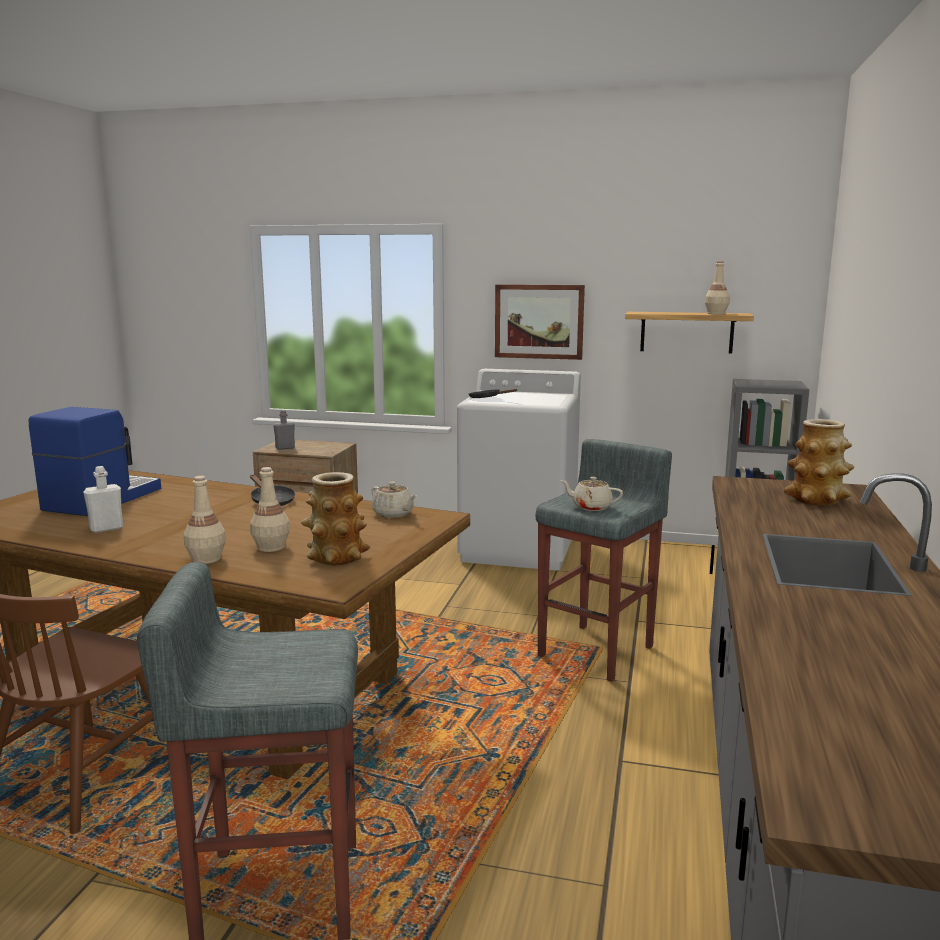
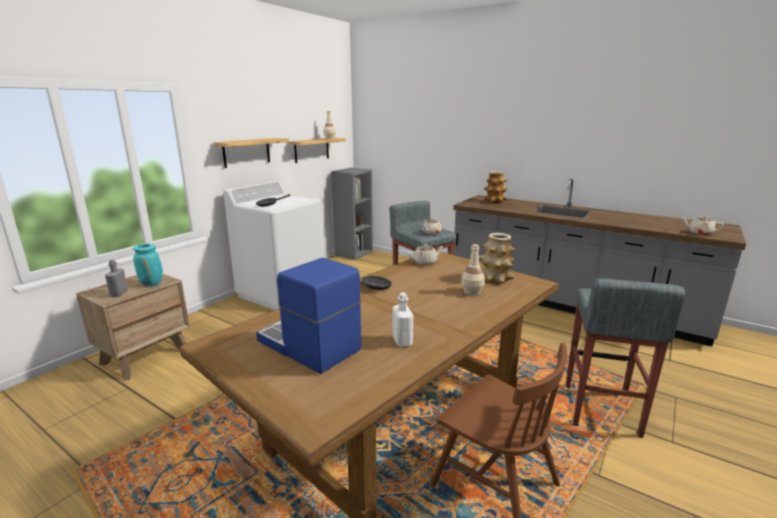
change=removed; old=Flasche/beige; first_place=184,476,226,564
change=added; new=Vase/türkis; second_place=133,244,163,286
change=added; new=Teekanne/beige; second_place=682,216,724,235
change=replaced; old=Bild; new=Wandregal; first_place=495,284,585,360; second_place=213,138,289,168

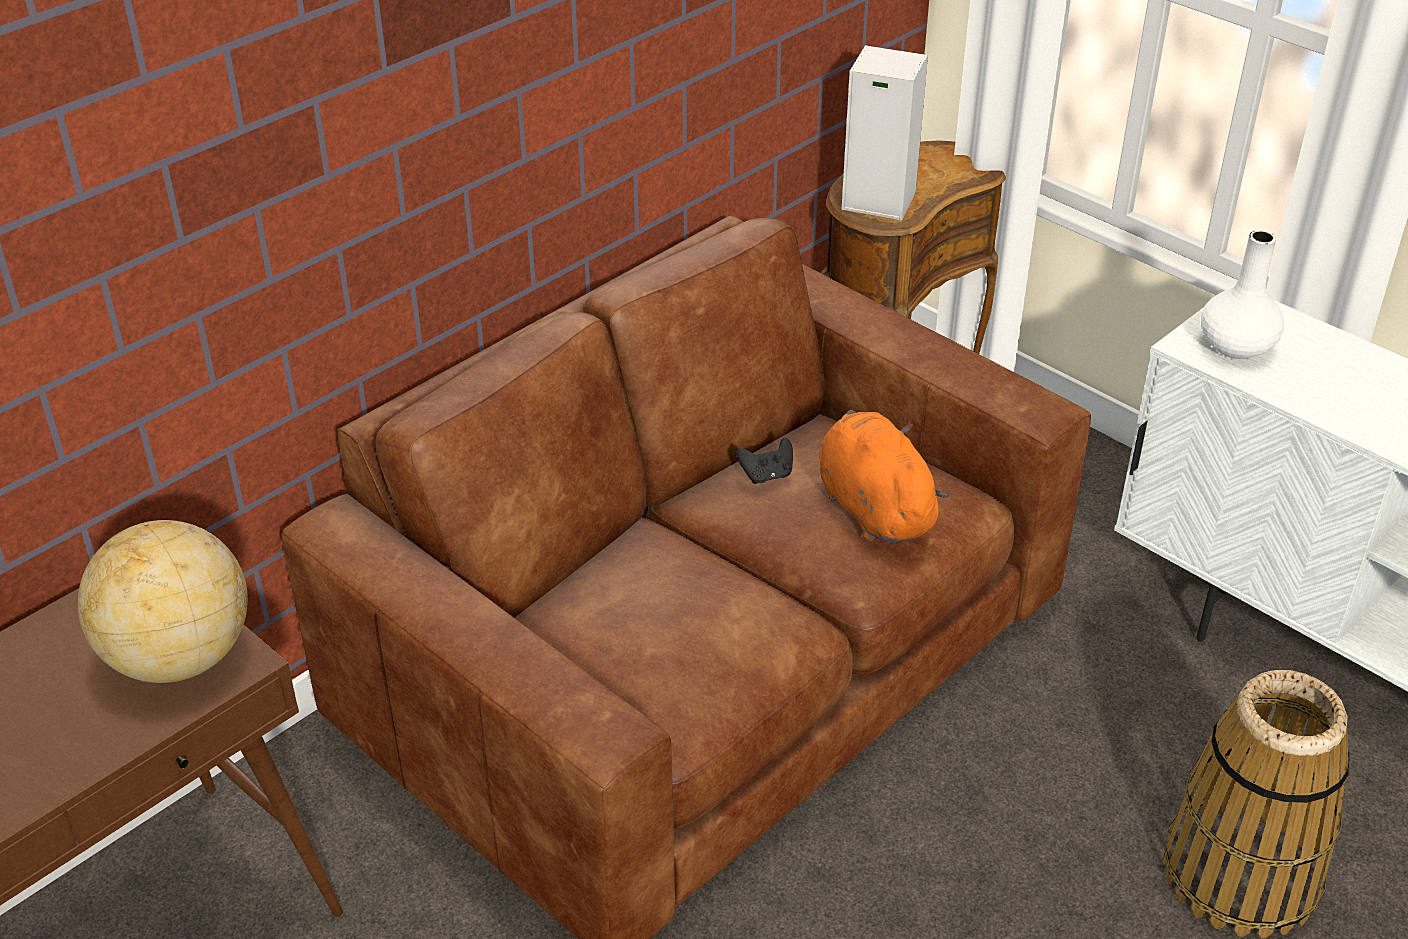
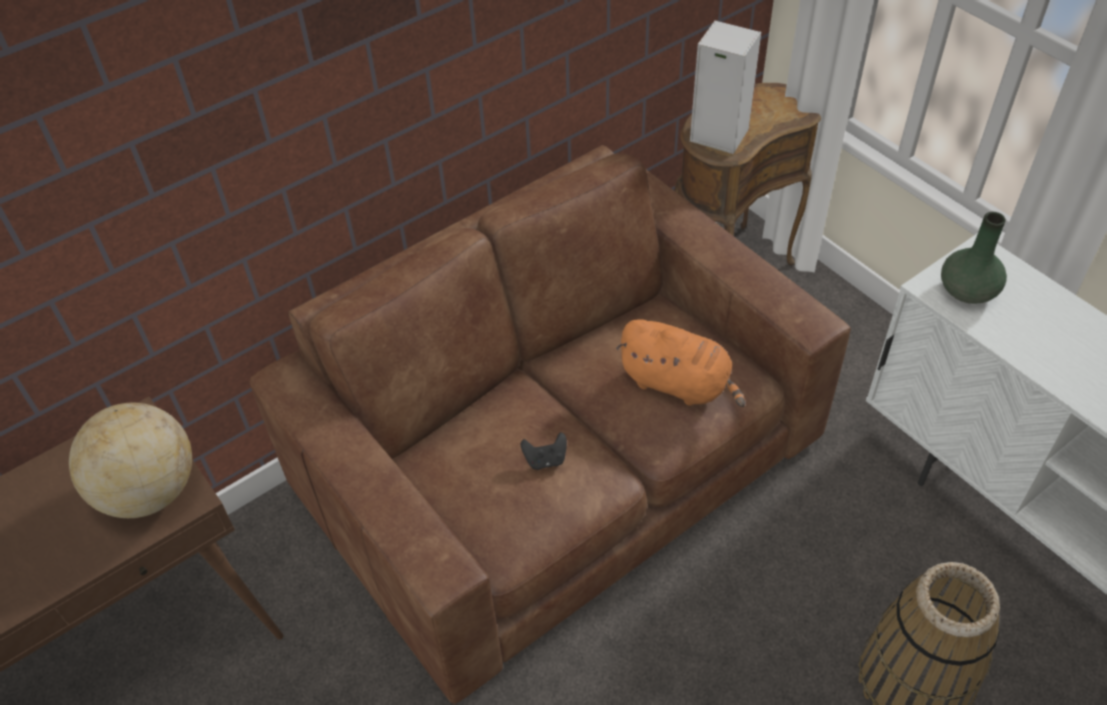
change=moved; old=Gamepad/schwarz; first_place=736,438,793,484; second_place=521,432,567,470
change=recoloured; old=Vase/weiß; new=Vase/grün; first_place=1201,230,1284,359; second_place=941,212,1007,304
change=turned; old=Plüschtier/orange; first_place=819,410,949,543; second_place=616,319,745,407; degrees=135

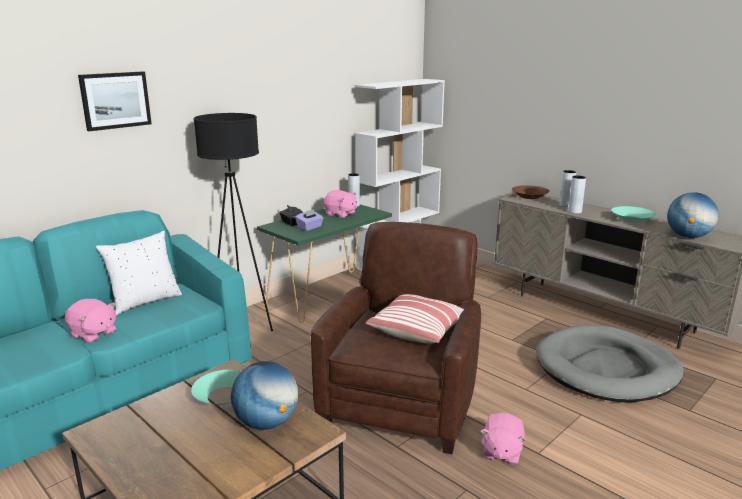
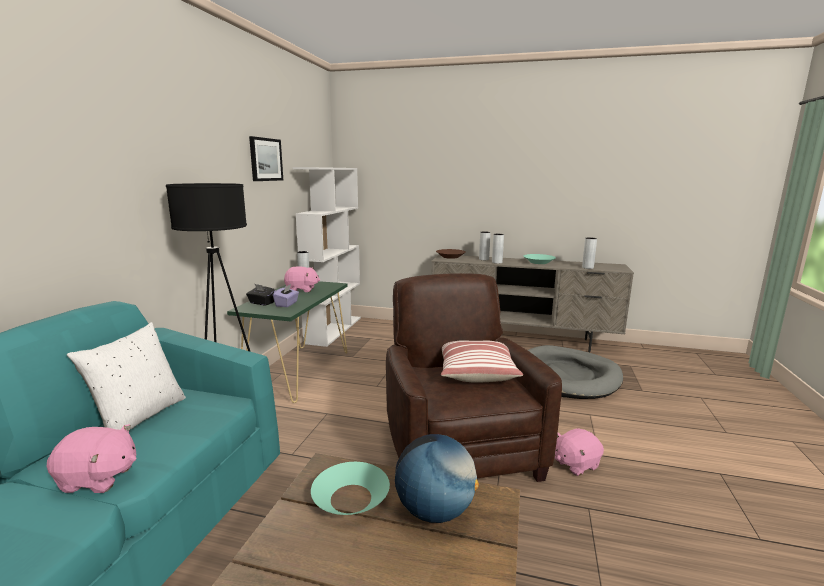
change=moved; old=Bild; first_place=78,71,152,131; second_place=249,136,283,181
change=replaced; old=Globus; new=Vase/grau; first_place=667,192,718,238; second_place=582,237,597,269
change=turned; old=Plüschtier/rosa; first_place=480,413,526,465; second_place=555,428,604,476; degrees=75

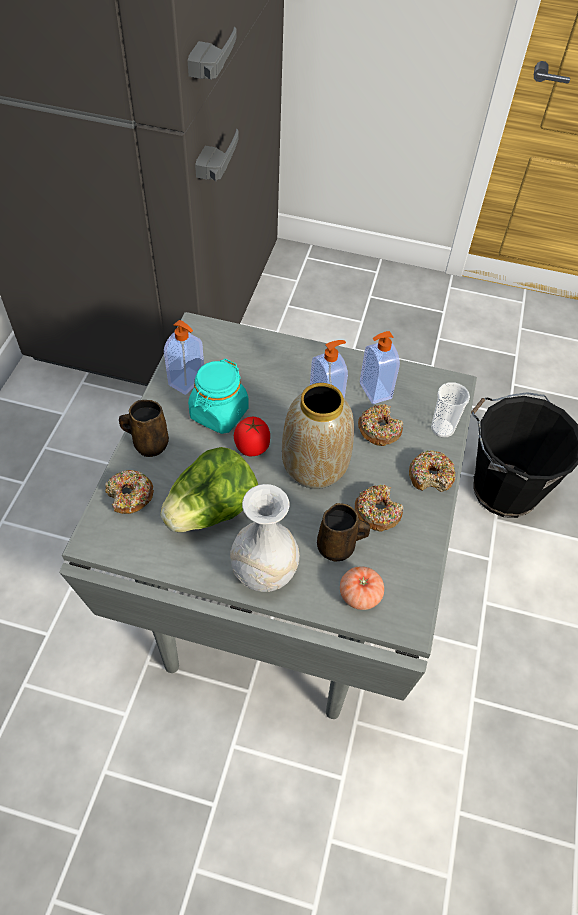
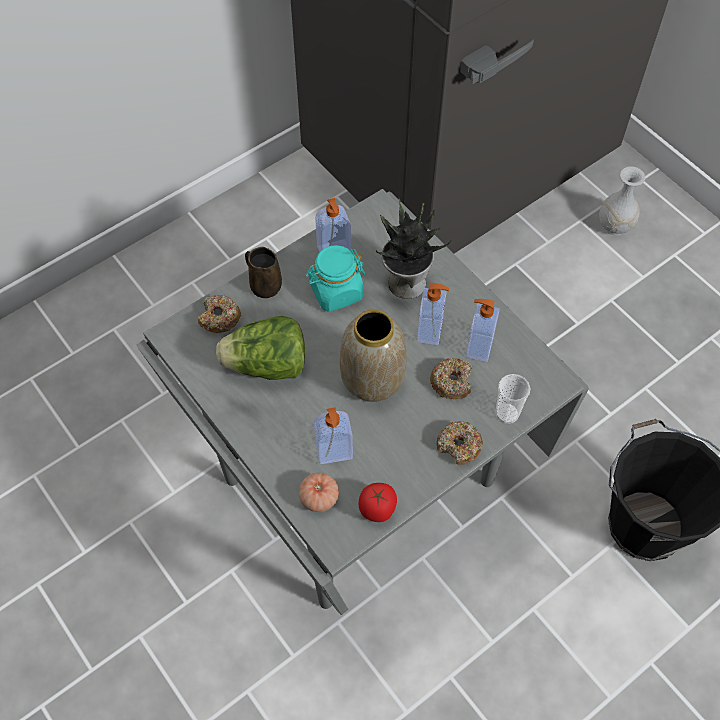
change=removed; old=Donut; first_place=355,484,403,532
change=added; new=Topfpflanze; second_place=376,198,452,299
change=moved; old=Vase/weiß; first_place=230,484,299,592; second_place=599,166,645,235
change=moved; old=Tomate; first_place=234,417,270,456; second_place=359,483,397,522
change=replaced; old=Henkelbecher/braun; new=Seifenspender; first_place=317,503,370,561; second_place=314,407,353,464

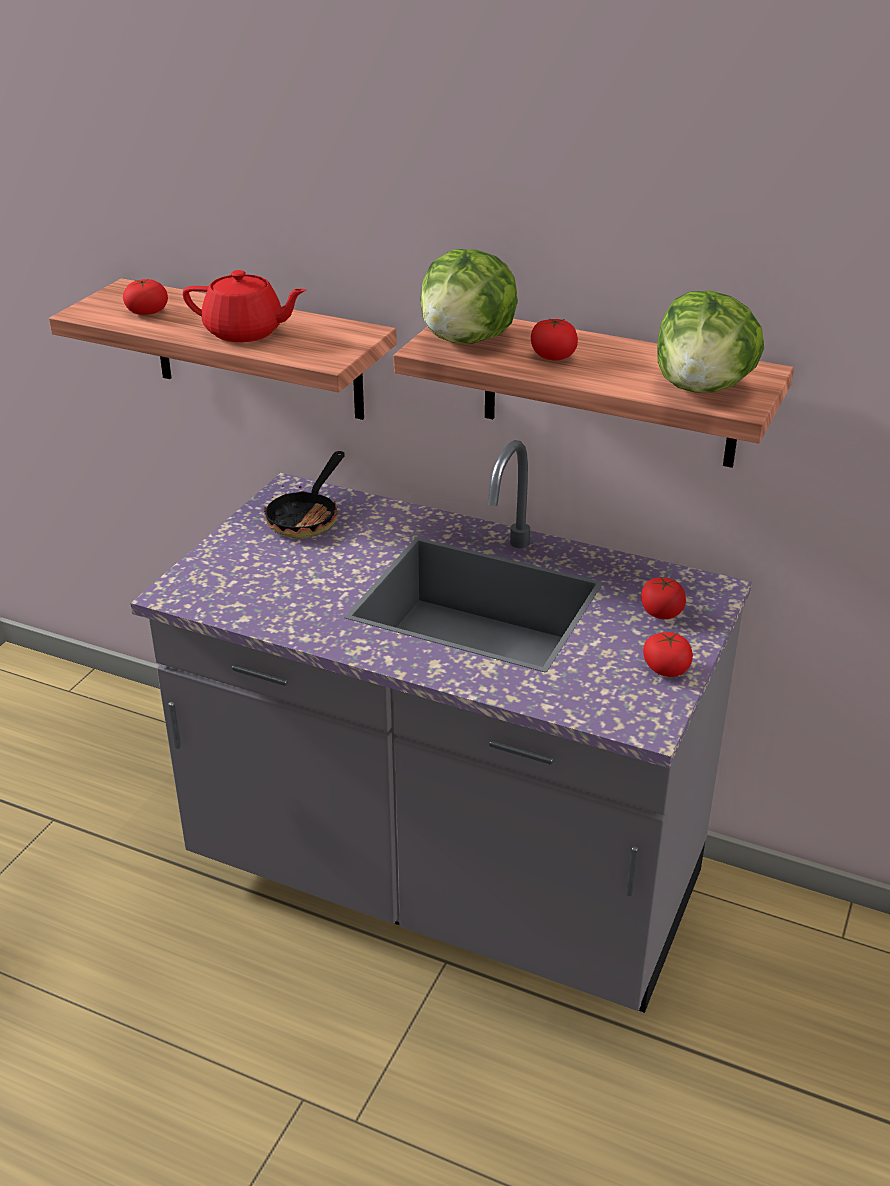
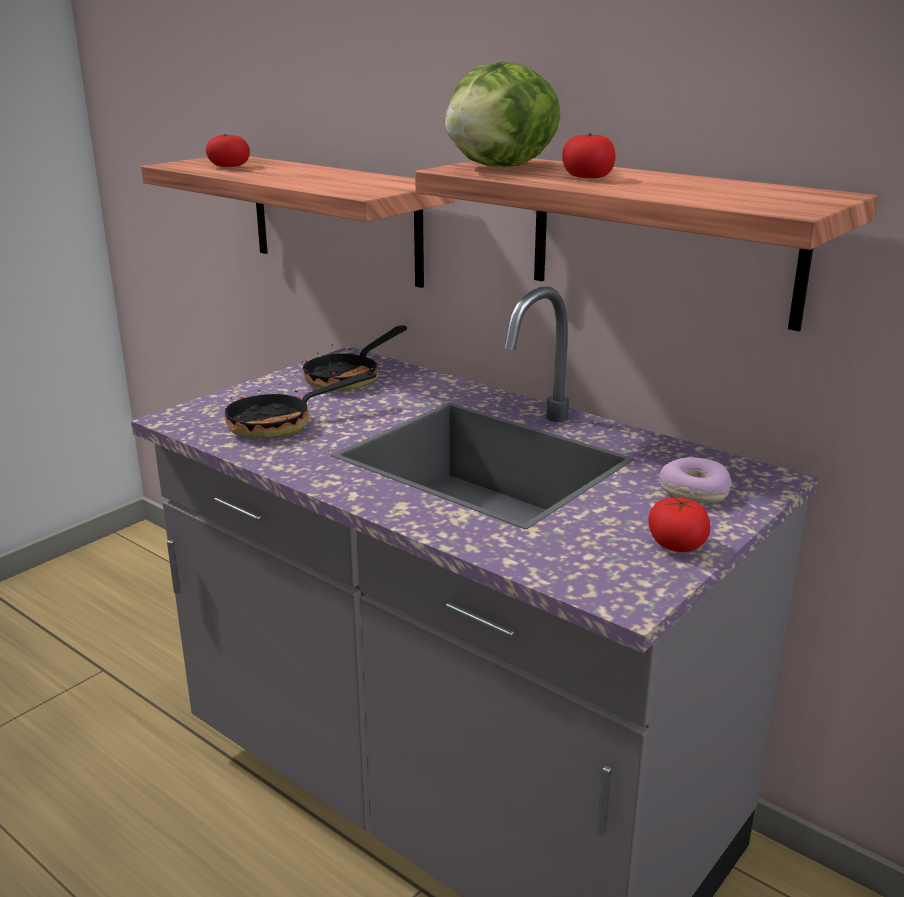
change=removed; old=Teekanne/rot; first_place=182,270,306,342
change=removed; old=Salatkopf; first_place=657,291,764,392
change=added; new=Pfanne; second_place=225,372,376,438
change=replaced; old=Tomate; new=Donut; first_place=641,577,686,619; second_place=659,457,732,504

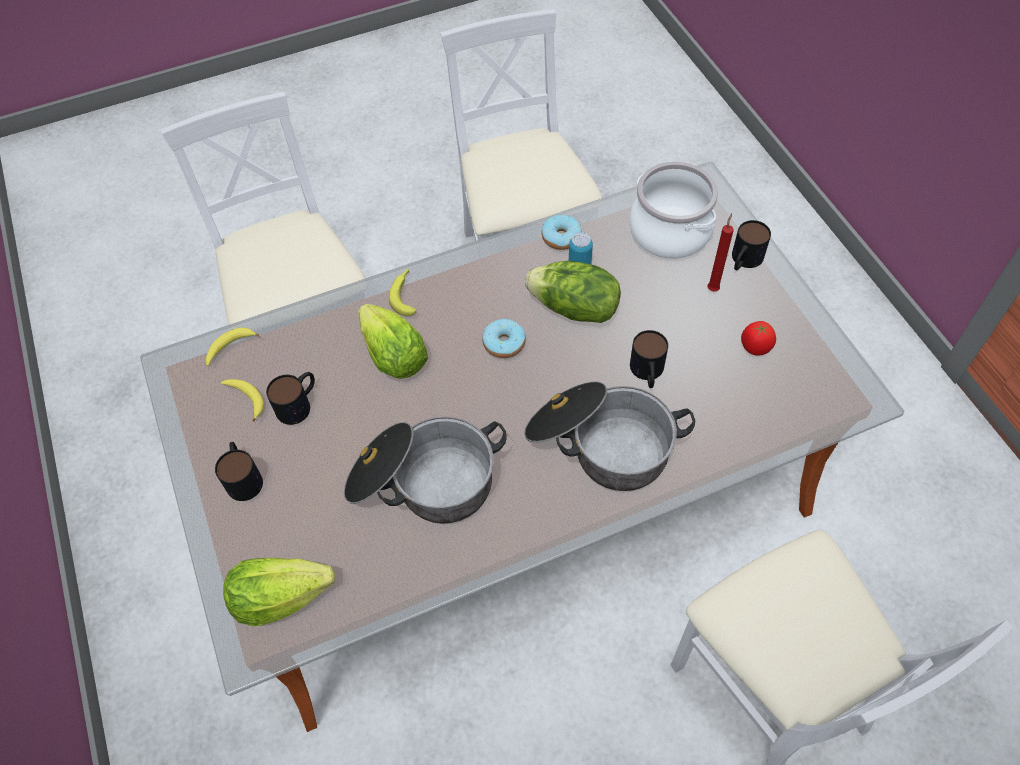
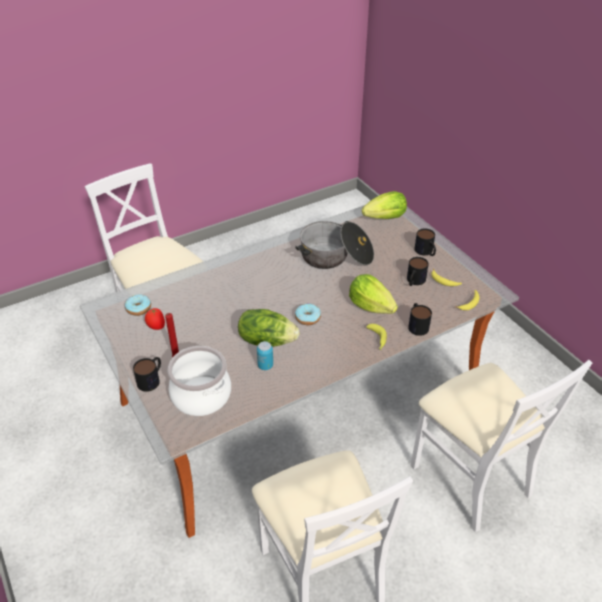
change=removed; old=Kochtopf; first_place=524,381,695,491
change=moved; old=Donut; first_place=542,215,582,250; second_place=125,295,151,316
change=moved; old=Henkelbecher; first_place=630,330,668,388; second_place=408,303,432,336

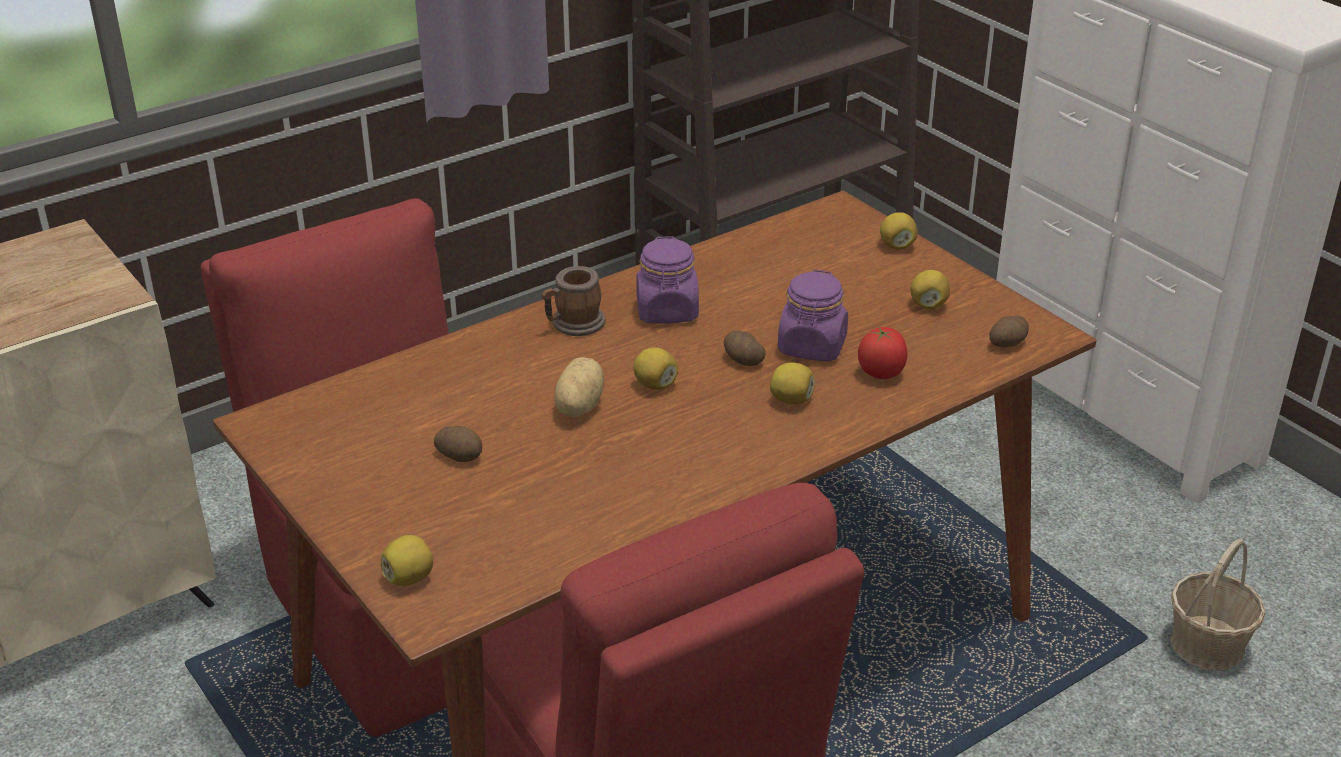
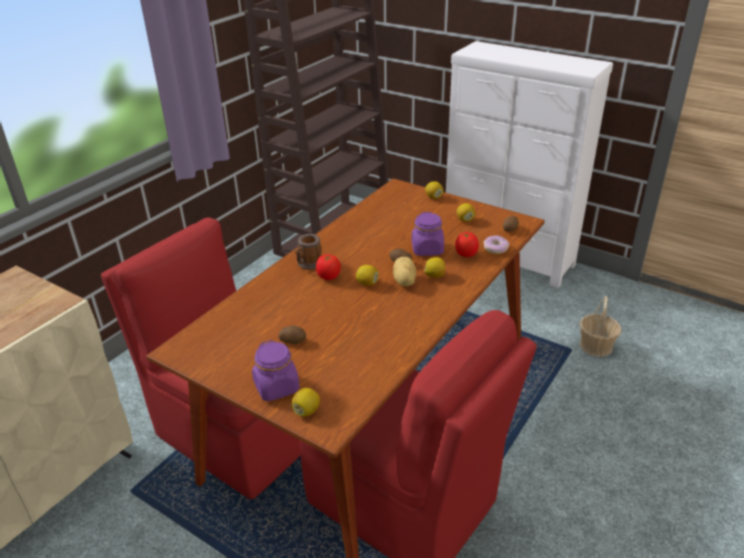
change=added; new=Tomate; second_place=316,254,341,280
change=added; new=Donut; second_place=484,236,509,254
change=moved; old=Kartoffel; first_place=555,357,604,417; second_place=393,257,416,286
change=moved; old=Vorratsglas/lila; first_place=636,236,699,323; second_place=252,340,300,401

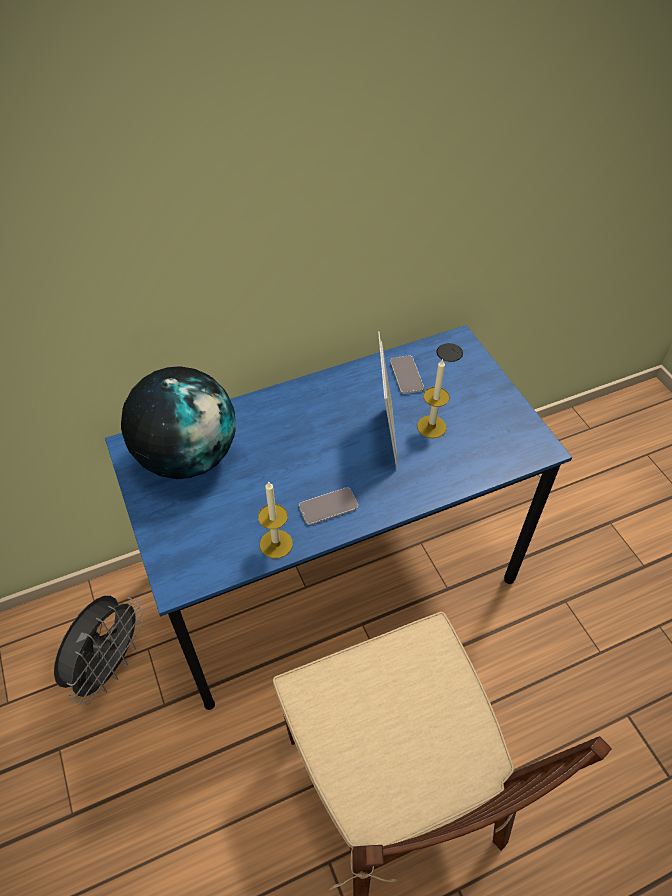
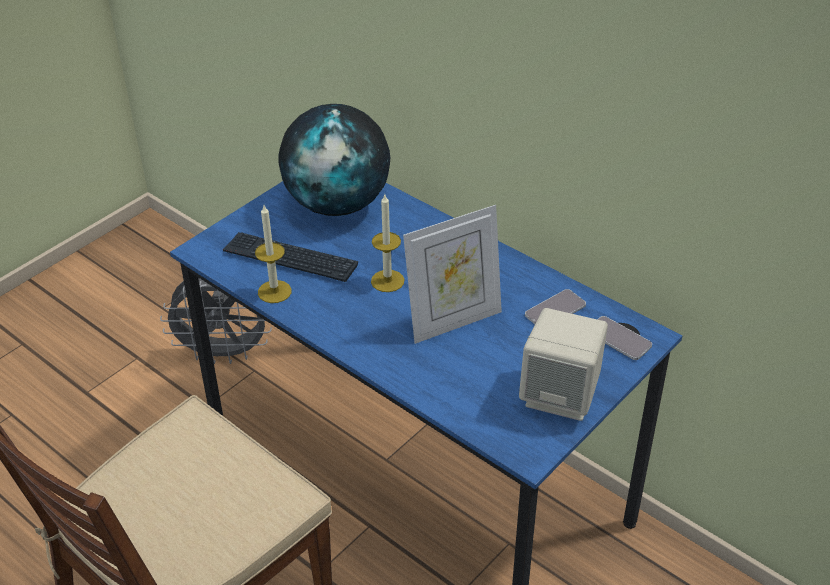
change=added; new=Tastatur; second_place=223,232,358,282
change=added; new=Lautsprecher/beige; second_place=519,308,608,421
change=moved; old=Handy; first_place=299,487,358,525; second_place=597,316,652,360
change=moved; old=Kerze; first_place=417,359,450,438; second_place=371,193,405,292

